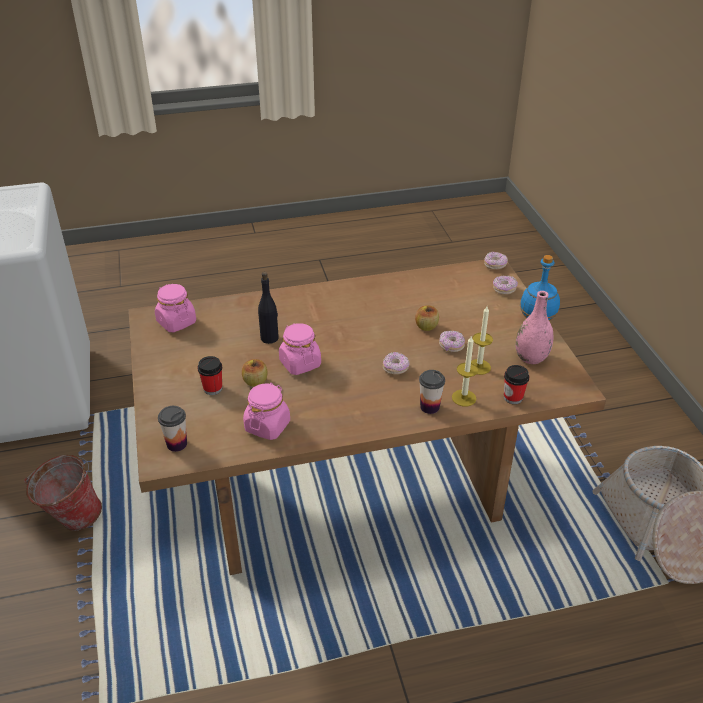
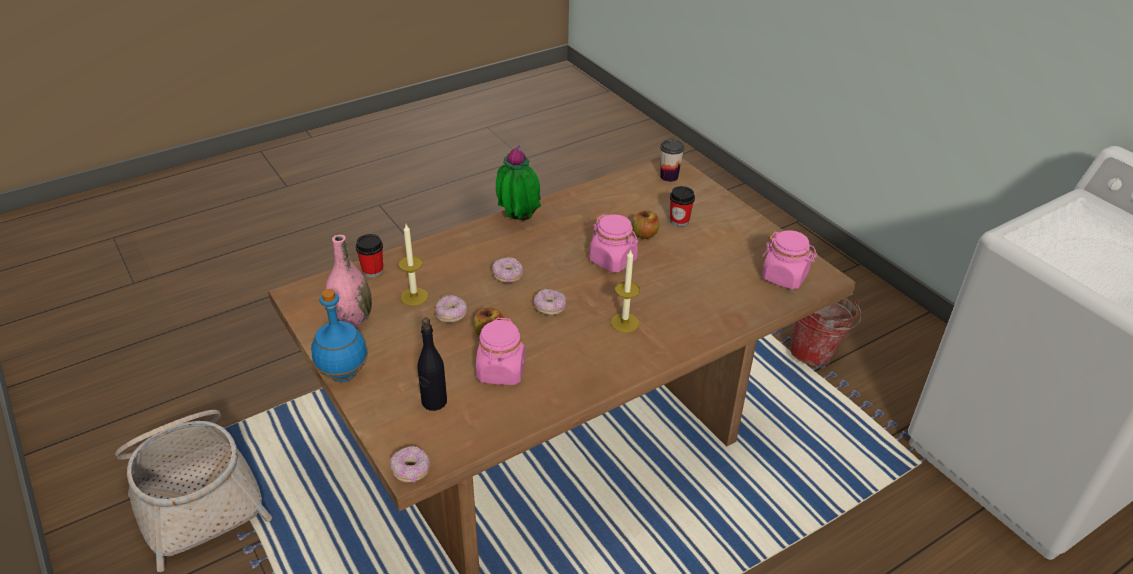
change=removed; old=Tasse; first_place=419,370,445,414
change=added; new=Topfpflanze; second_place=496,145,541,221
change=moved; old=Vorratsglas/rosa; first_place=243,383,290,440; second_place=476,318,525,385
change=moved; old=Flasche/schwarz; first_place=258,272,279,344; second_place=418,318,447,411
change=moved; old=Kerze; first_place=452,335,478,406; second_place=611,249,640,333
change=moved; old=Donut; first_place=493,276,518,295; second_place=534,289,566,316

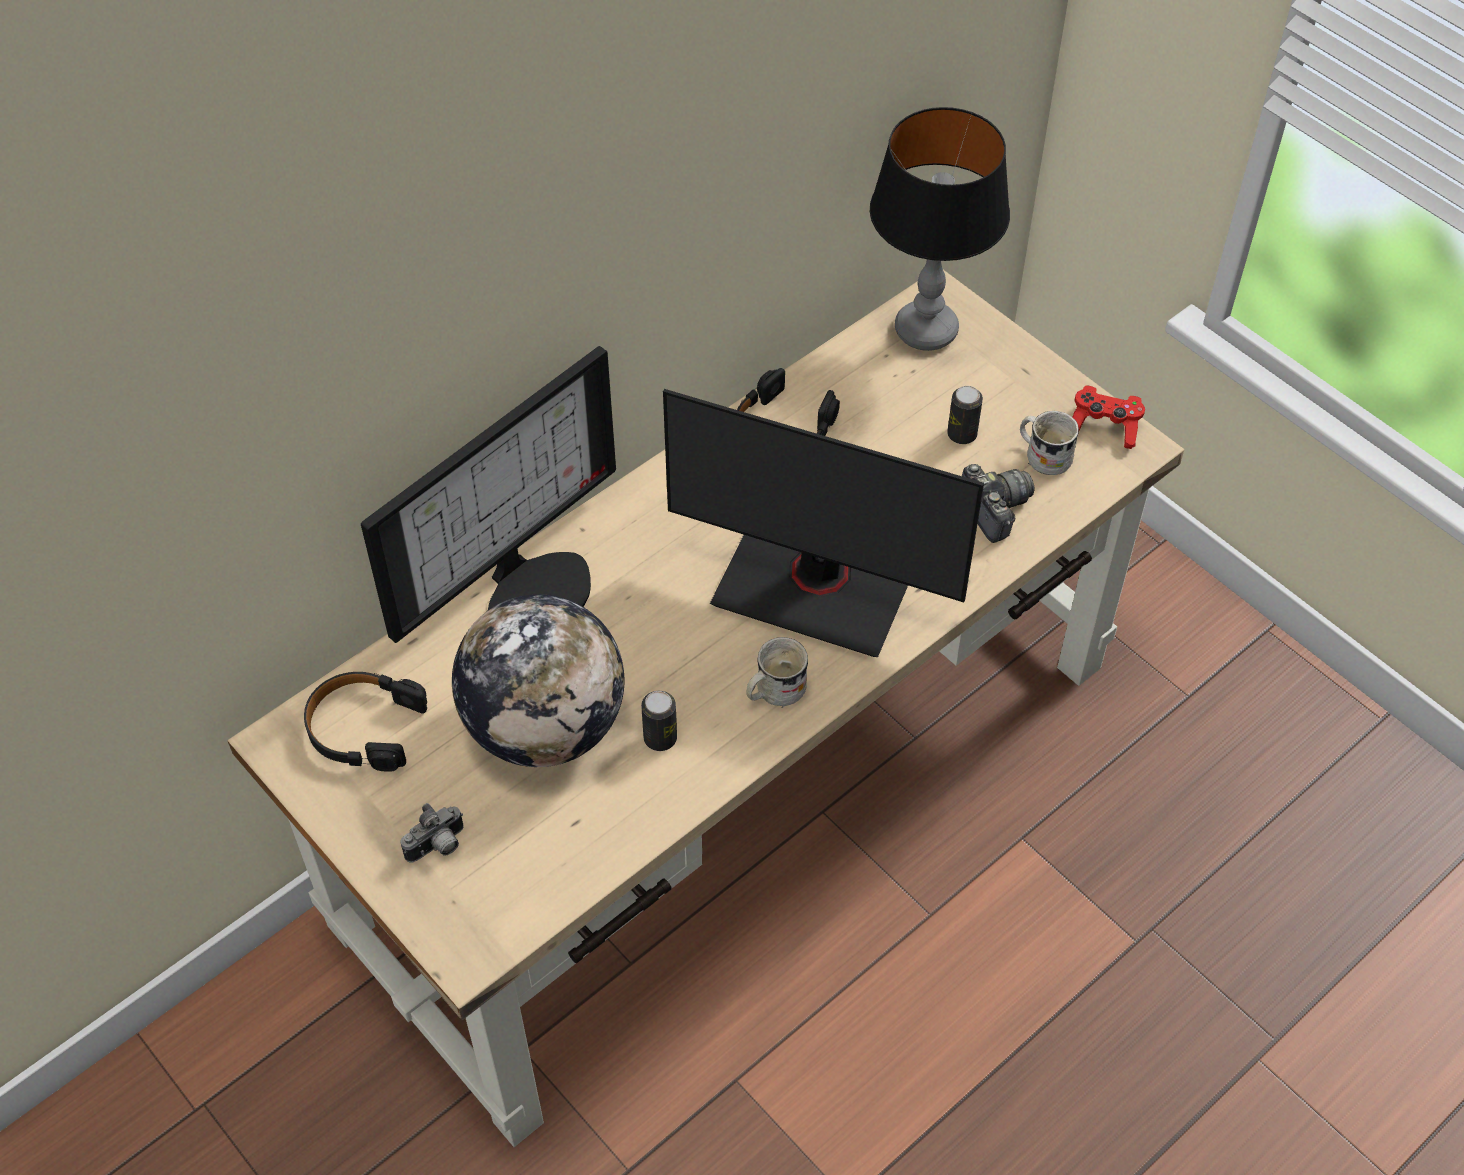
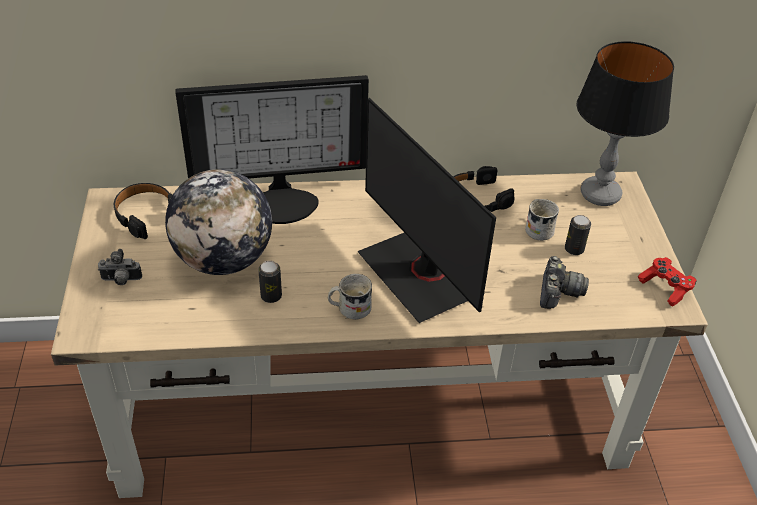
change=moved; old=Henkelbecher/weiß; first_place=1020,411,1079,475; second_place=525,199,559,241

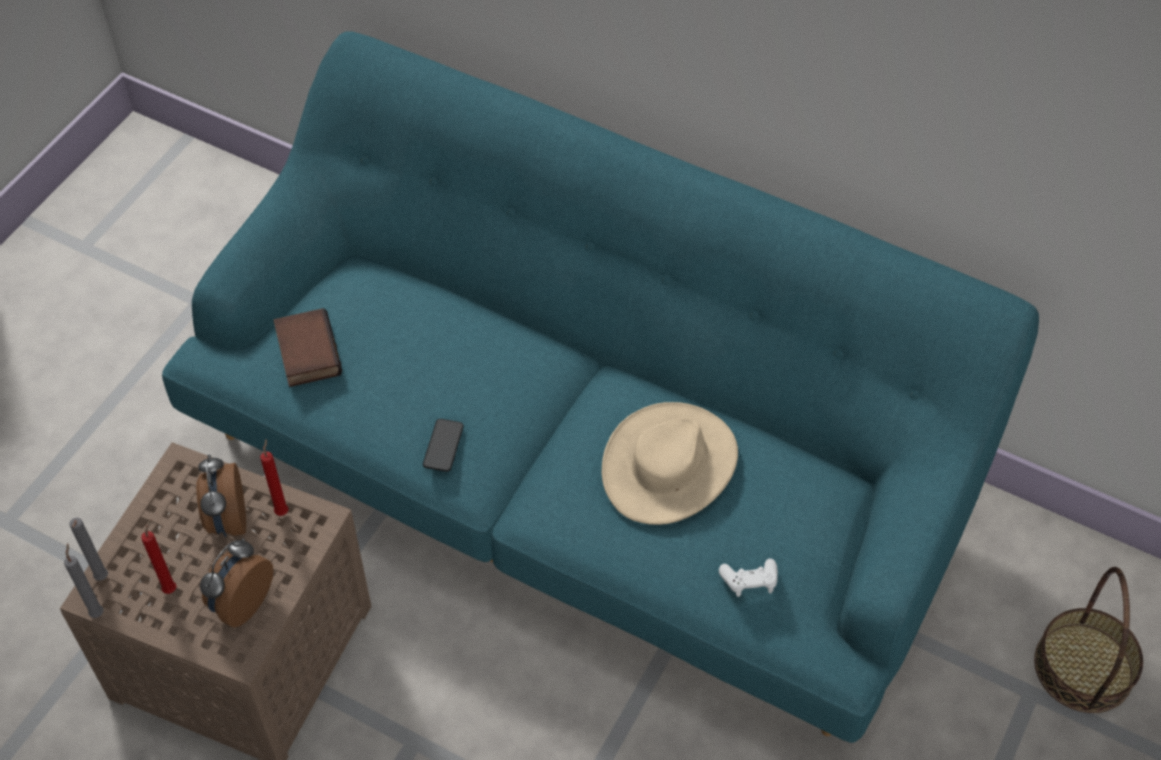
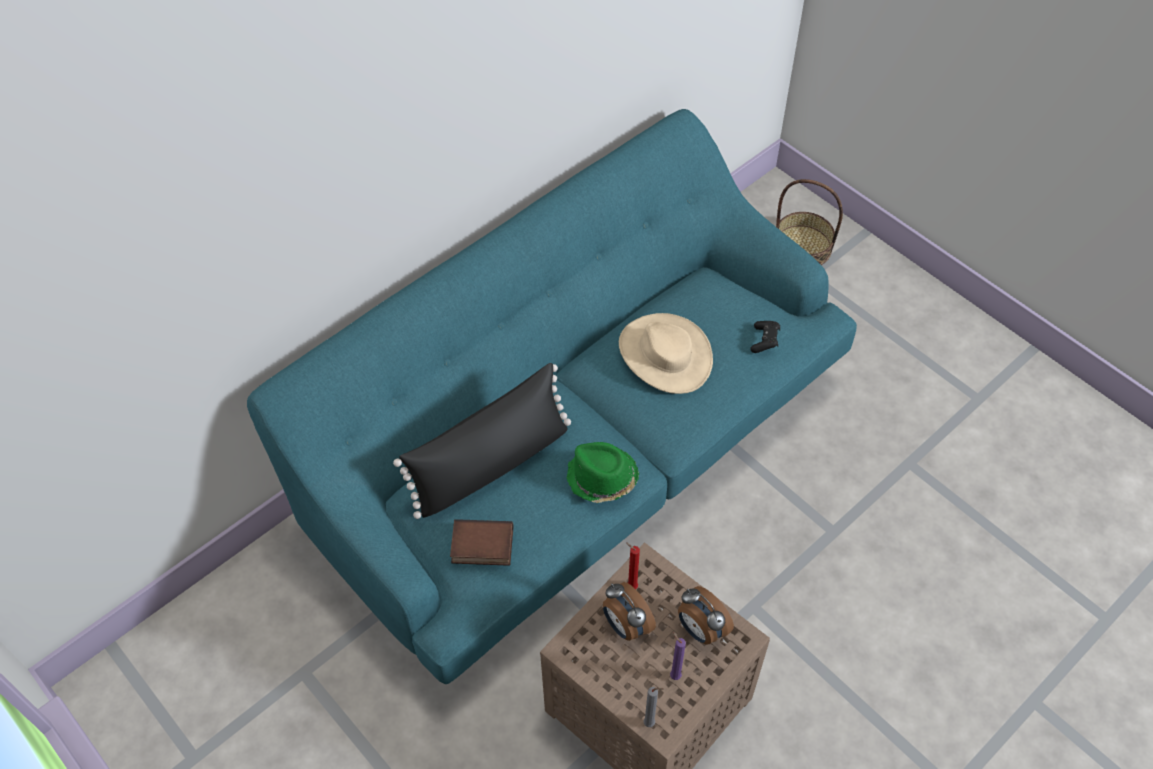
change=removed; old=Kerze/grau; first_place=64,543,104,618
change=added; new=Kissen/schwarz; second_place=393,363,571,519
change=replaced; old=Handy; new=Hut/grün; first_place=423,419,464,472; second_place=567,442,639,503
change=recoloured; old=Kerze/rot; new=Kerze/lila; first_place=141,519,177,594; second_place=670,633,686,680
change=recoloured; old=Gamepad/weiß; new=Gamepad/schwarz; first_place=719,559,778,597; second_place=750,321,780,353
change=turned; old=Wecker; first_place=196,454,246,537; second_place=603,582,656,641; degrees=45

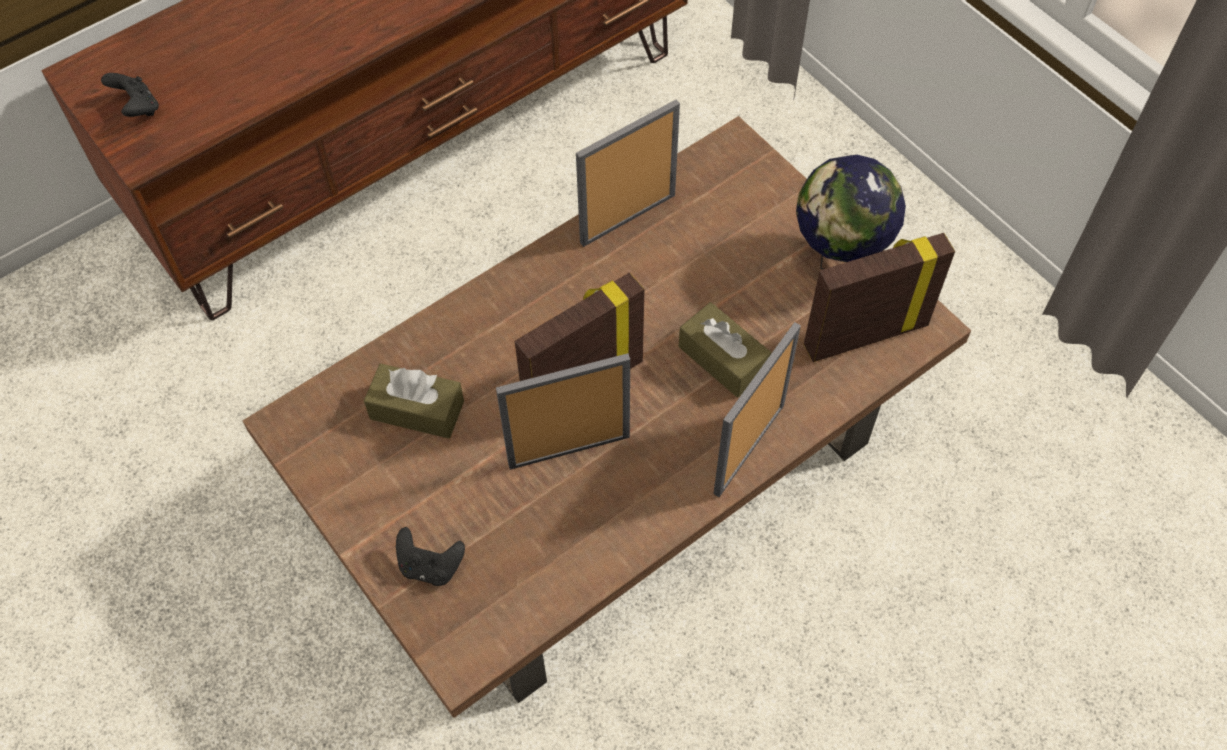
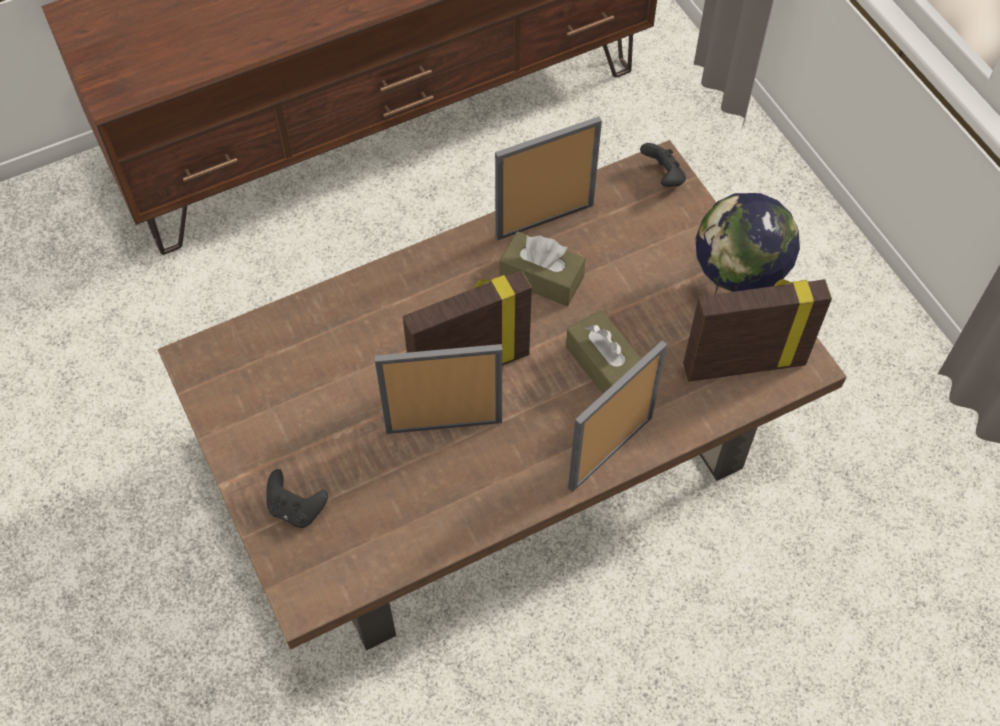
change=moved; old=Gamepad/schwarz; first_place=101,73,159,117; second_place=640,143,686,187
change=moved; old=Taschentuchbox/braun; first_place=364,363,464,439; second_place=499,231,586,306

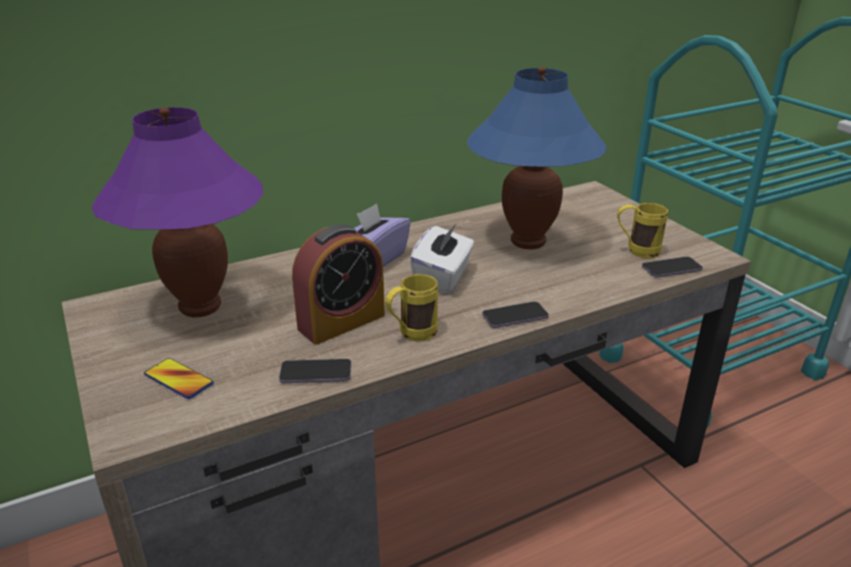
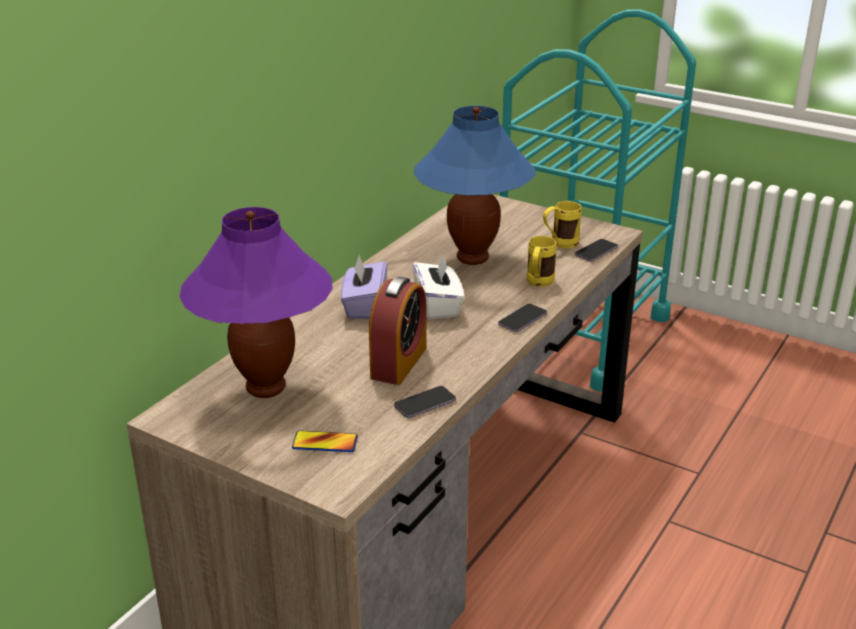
change=moved; old=Henkelbecher/gelb; first_place=385,274,438,342; second_place=527,236,557,287

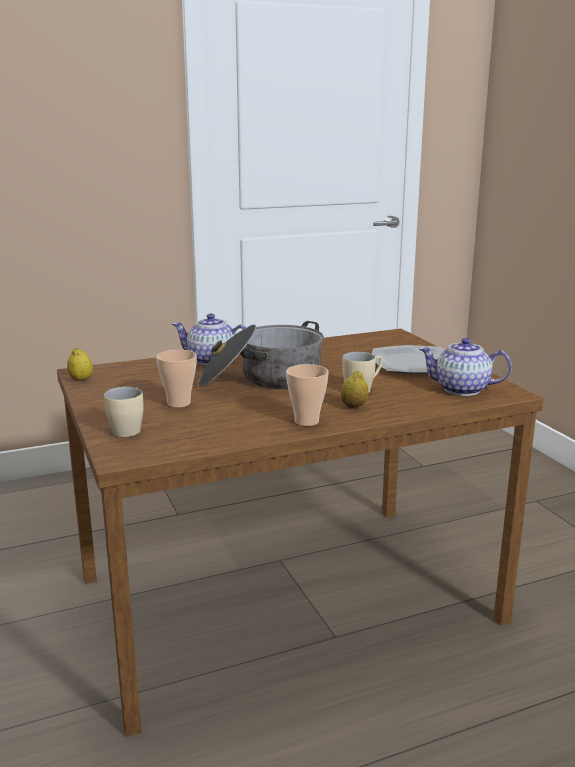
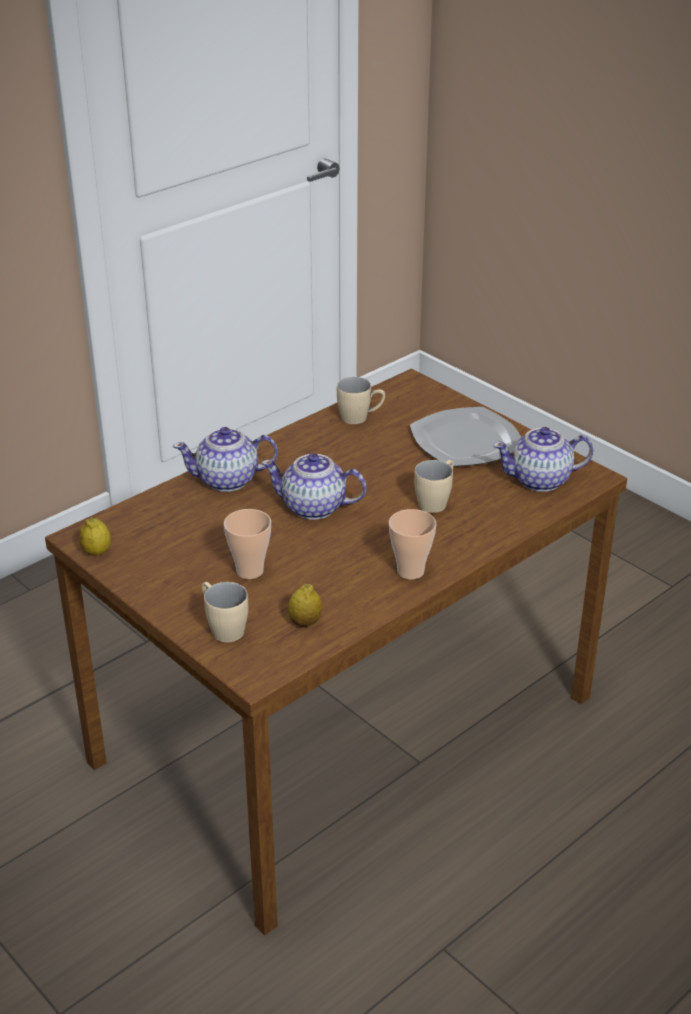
change=added; new=Henkelbecher/beige; second_place=337,377,385,424
change=moved; old=Zitrone; first_place=341,371,369,409; second_place=288,584,322,627
change=replaced; old=Kochtopf; new=Teekanne; first_place=198,321,324,390; second_place=261,453,366,520

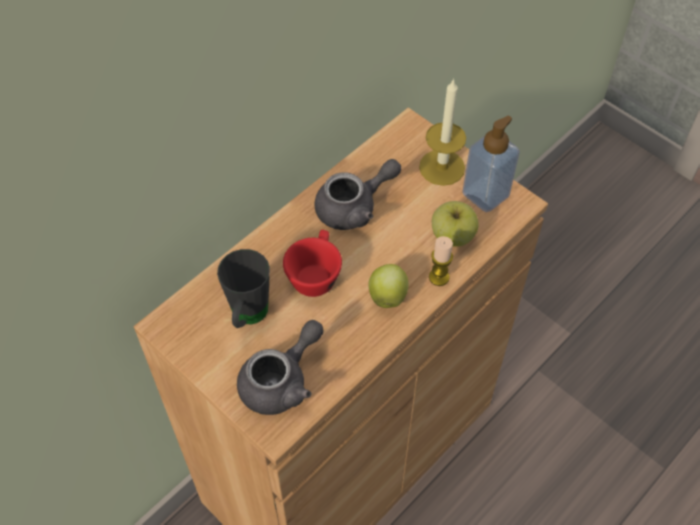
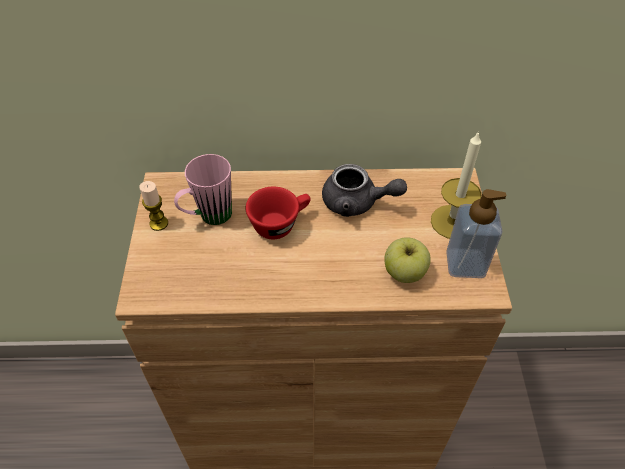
change=removed; old=Teekanne/grau; first_place=237,320,324,415
change=removed; old=Apfel; first_place=368,264,409,308
change=moved; old=Kerze; first_place=429,236,453,286; second_place=139,181,168,231
change=recoloured; old=Henkelbecher/schwarz; new=Henkelbecher/rosa; first_place=217,249,270,328; second_place=174,154,232,225

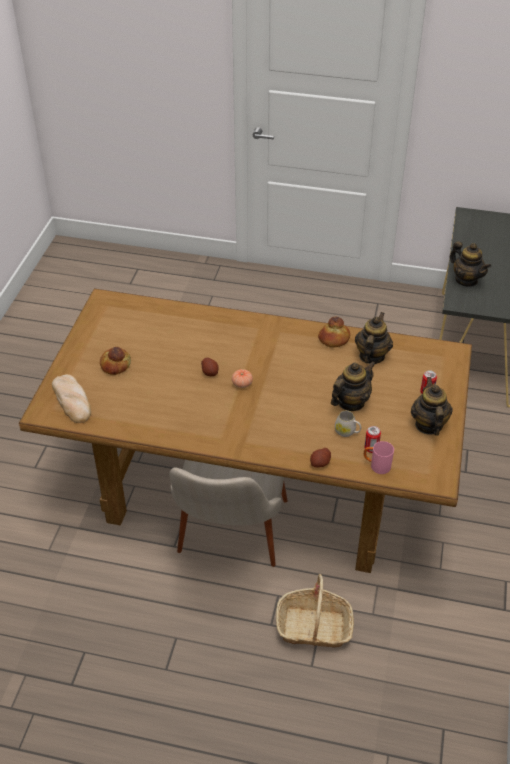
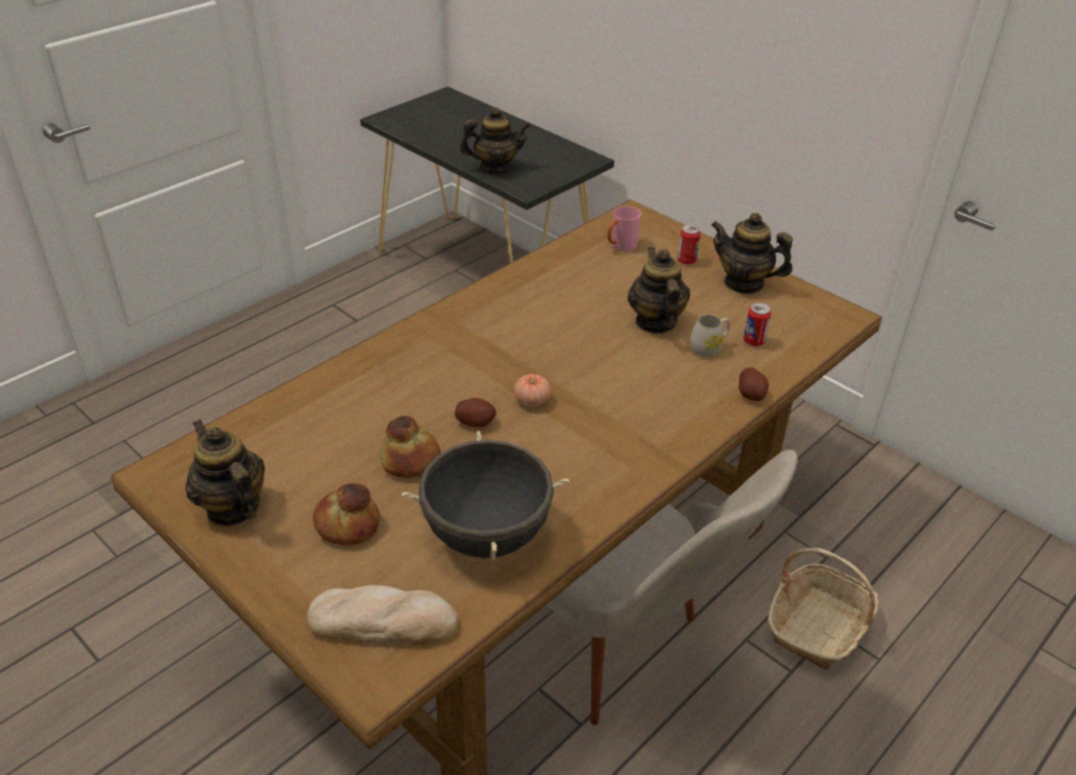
change=added; new=Kochtopf/schwarz; second_place=402,430,569,560
change=moved; old=Brot; first_place=318,317,350,348; second_place=380,416,440,478
change=moved; old=Teekanne; first_place=355,312,393,364; second_place=185,420,265,526
change=moved; old=Henkelbecher/rosa; first_place=364,441,394,474; second_place=608,206,641,251

